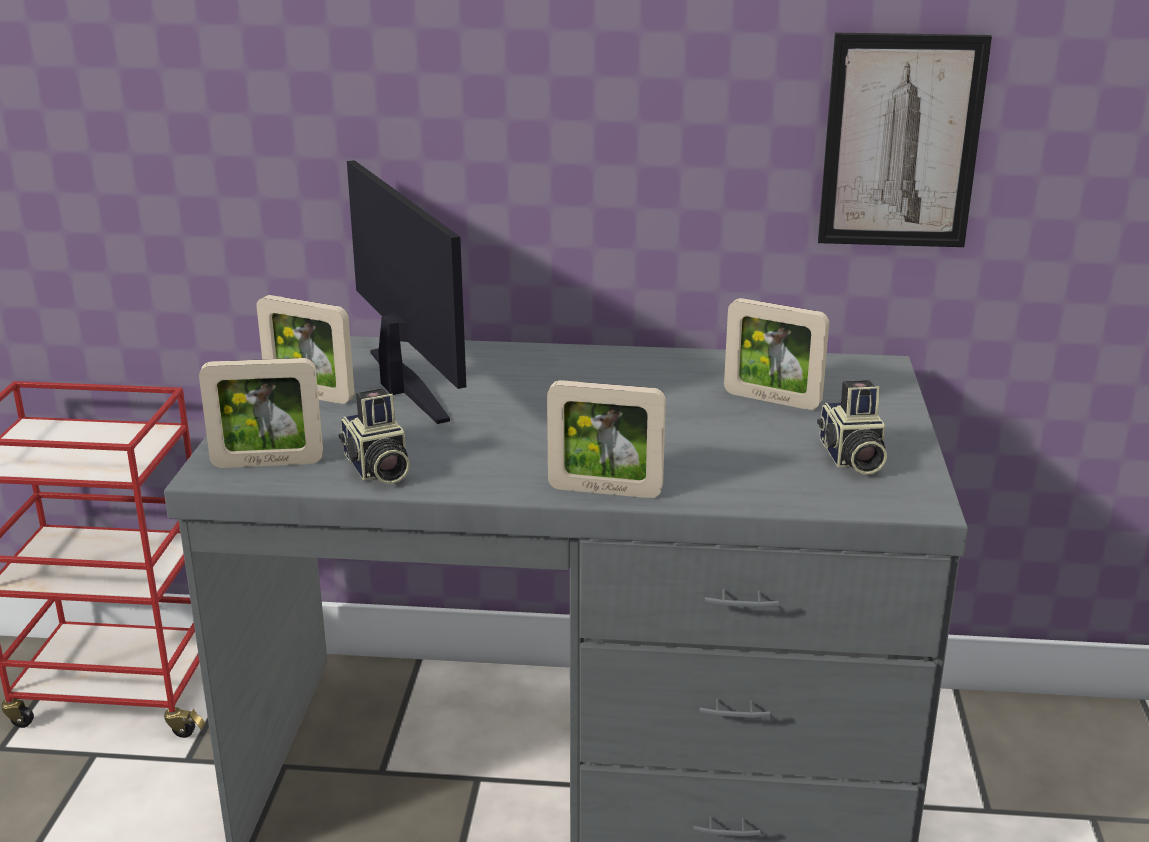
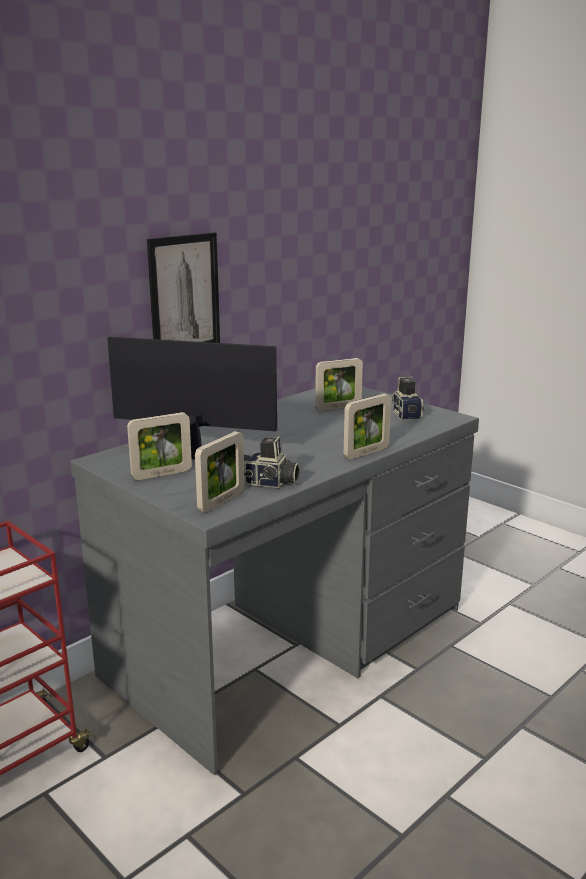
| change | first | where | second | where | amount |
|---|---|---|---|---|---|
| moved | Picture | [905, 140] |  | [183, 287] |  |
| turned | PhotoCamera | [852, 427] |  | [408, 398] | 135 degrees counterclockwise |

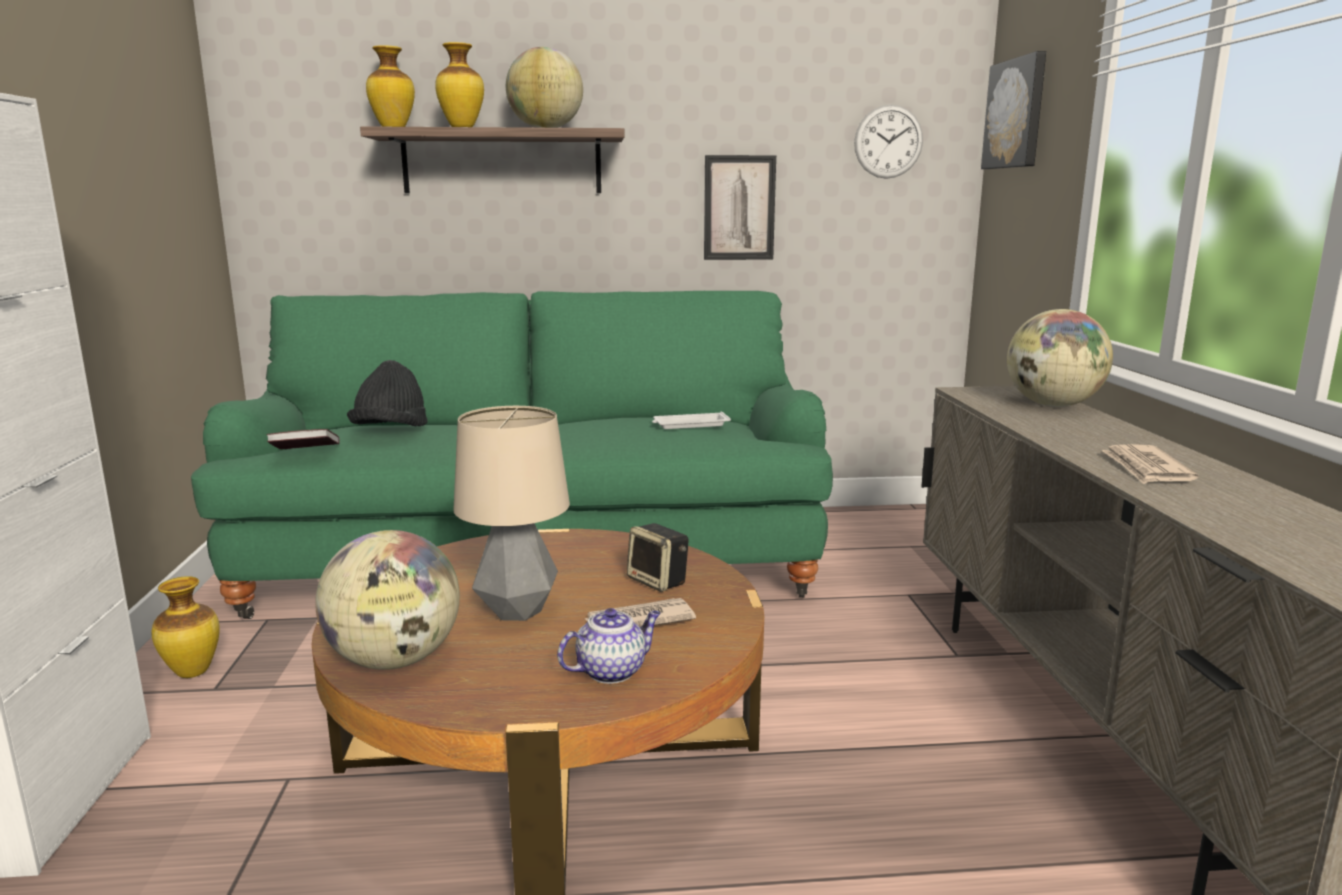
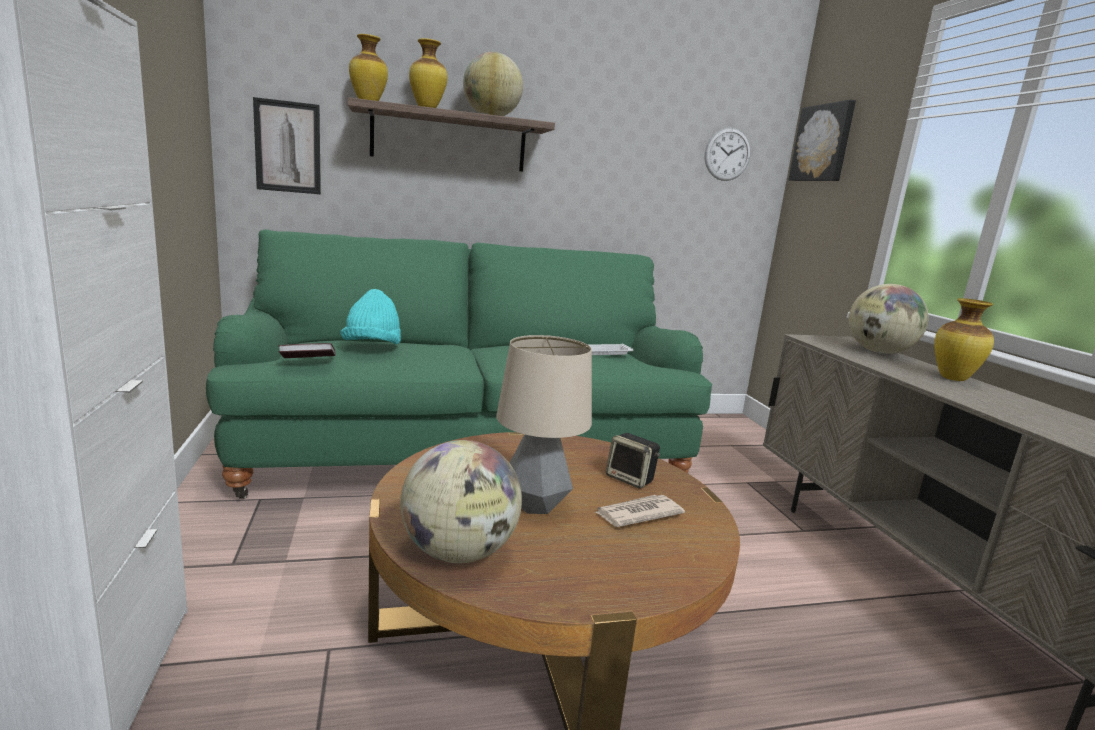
| change | first | where | second | where | amount |
|---|---|---|---|---|---|
| removed | Teapot | [609, 646] |  |  |  |
| removed | Newspaper | [1150, 464] |  |  |  |
| moved | Vase | [185, 627] |  | [964, 339] |  |
| moved | Picture | [740, 207] |  | [287, 145] |  |
| recoloured | BlackHat | [387, 393] | TurquoiseHat | [370, 316] |  |

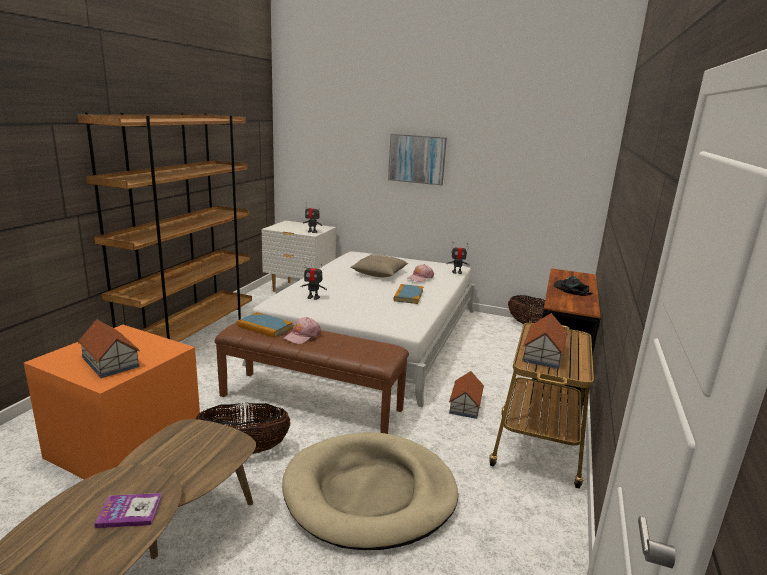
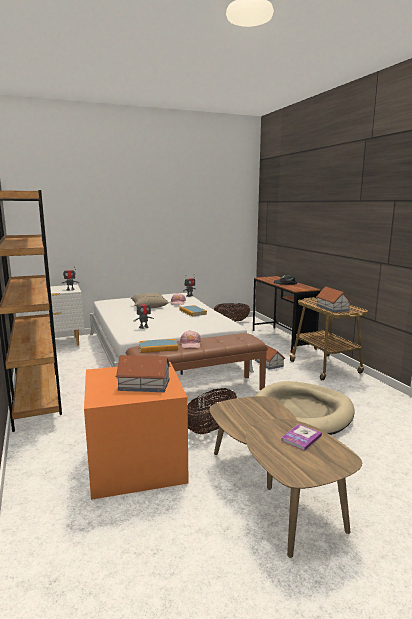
| change | first | where | second | where | amount |
|---|---|---|---|---|---|
| removed | Picture | [417, 159] |  |  |  |

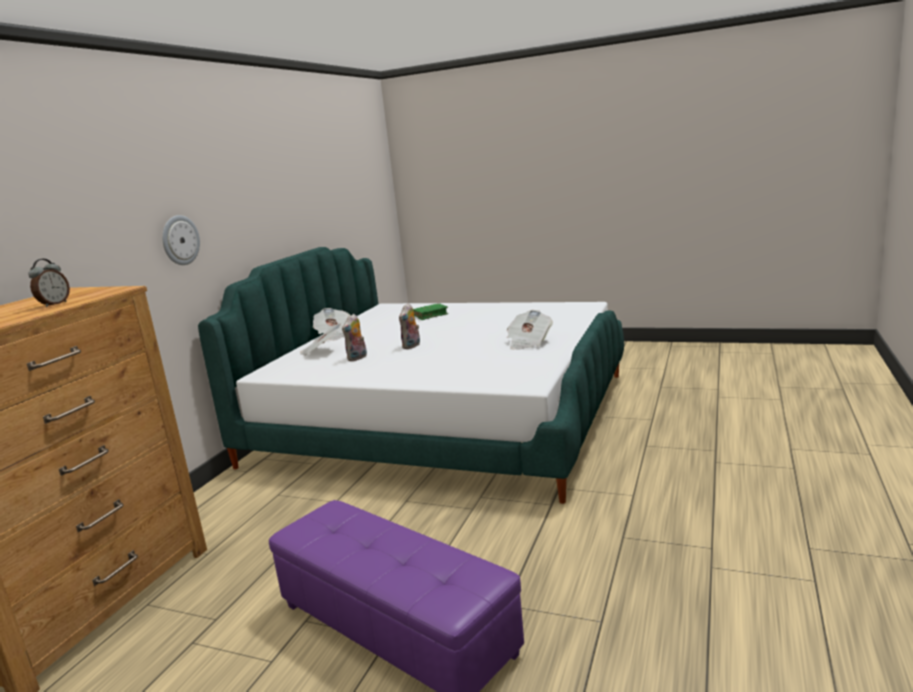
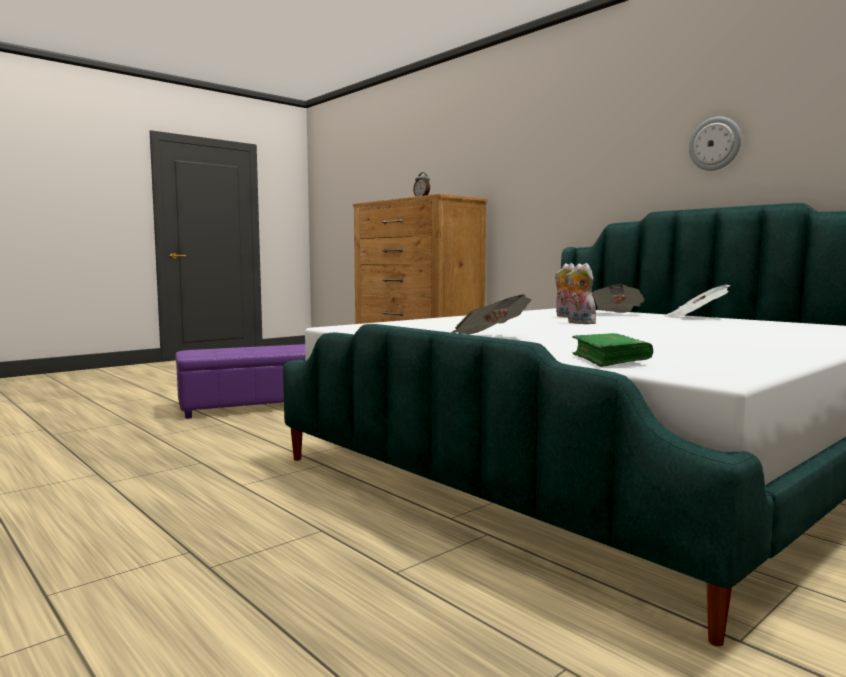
| change | first | where | second | where | amount |
|---|---|---|---|---|---|
| moved | WallClock | [181, 240] |  | [715, 144] |  |
| moved | GreenBook | [430, 311] |  | [612, 350] |  |

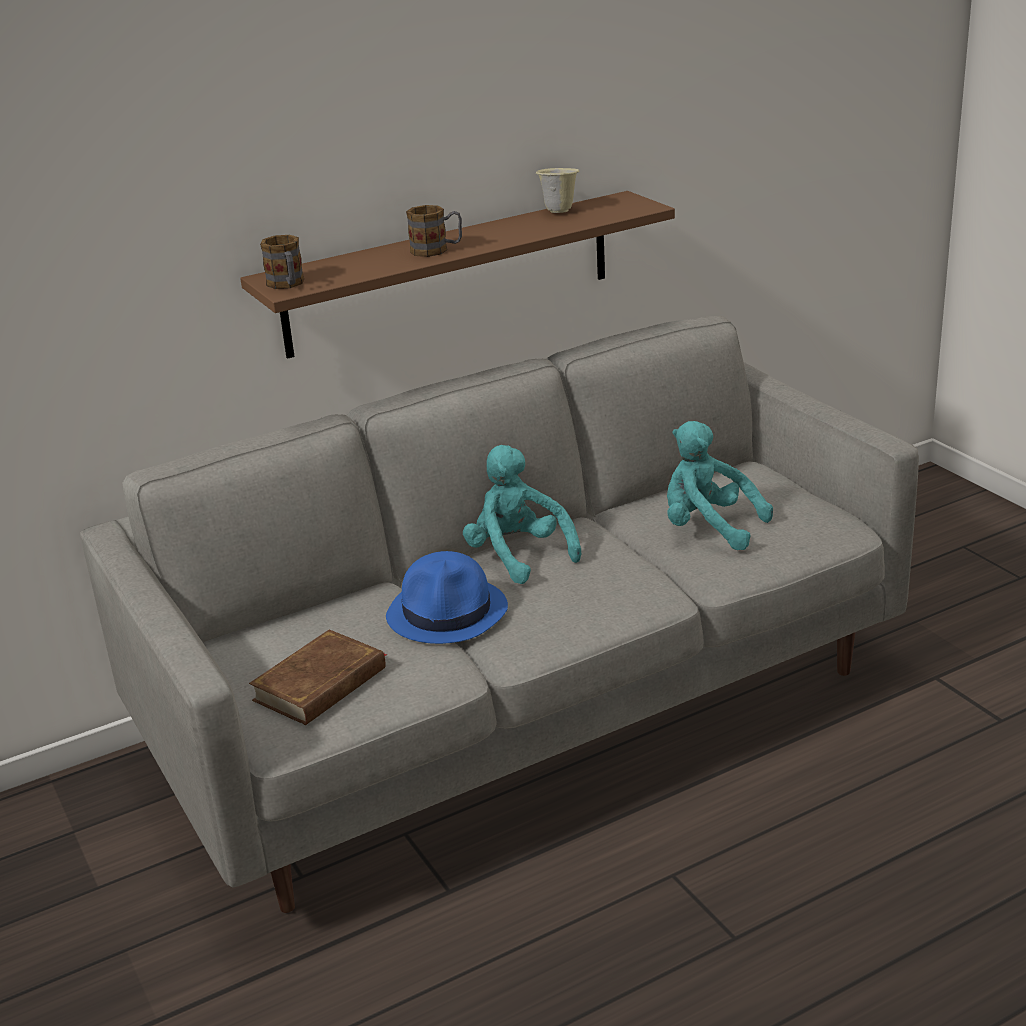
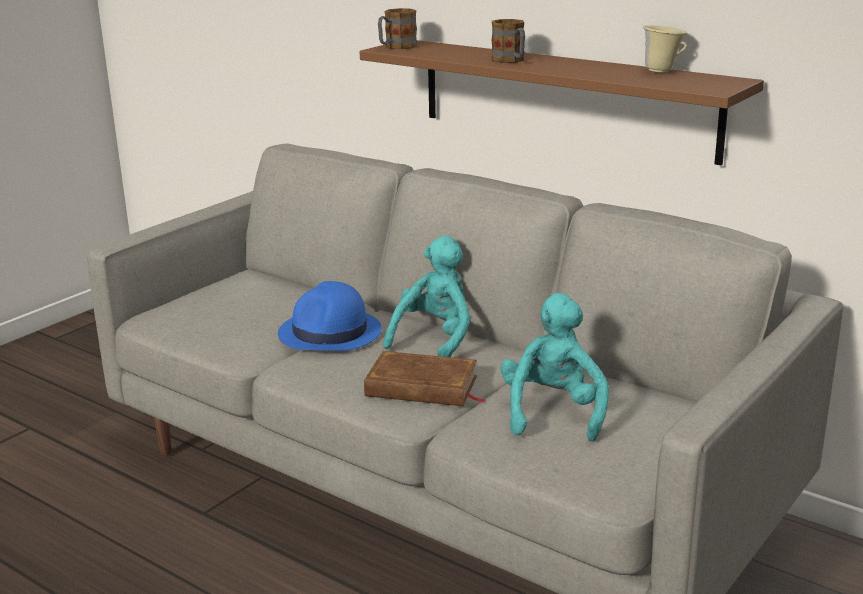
| change | first | where | second | where | amount |
|---|---|---|---|---|---|
| moved | BrownBook | [318, 677] |  | [424, 378] |  |

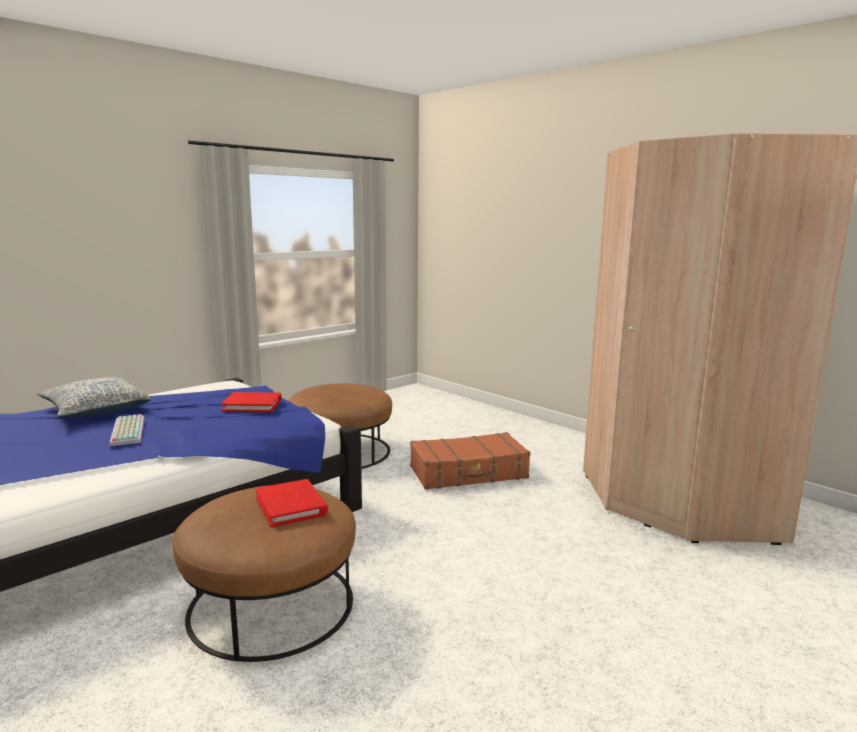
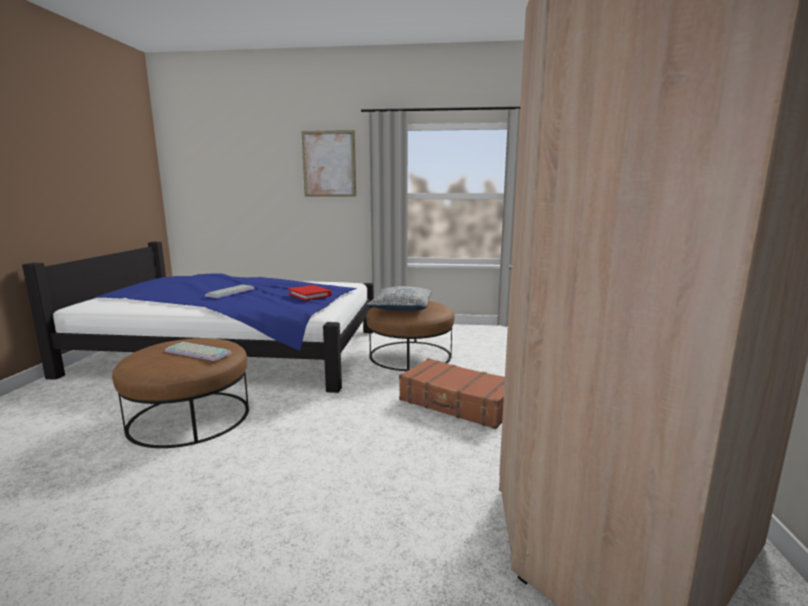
| change | first | where | second | where | amount |
|---|---|---|---|---|---|
| added |  |  | Picture | [328, 163] |  |
| moved | Pillow | [94, 397] |  | [399, 298] |  |
| replaced | RedBook | [292, 503] | Keyboard | [198, 351] |  |

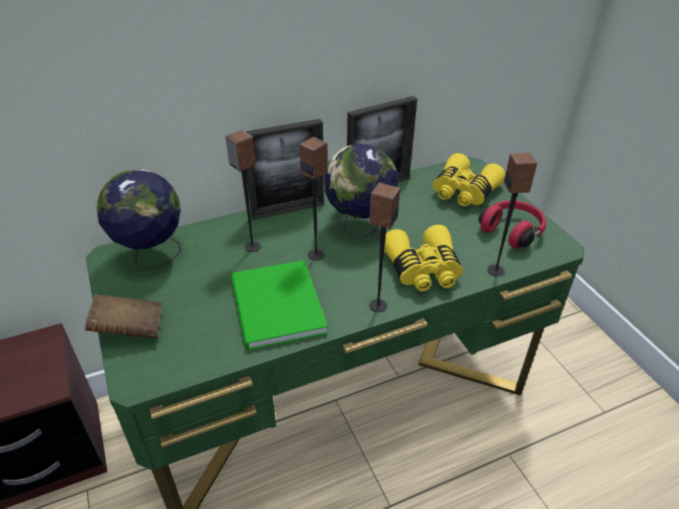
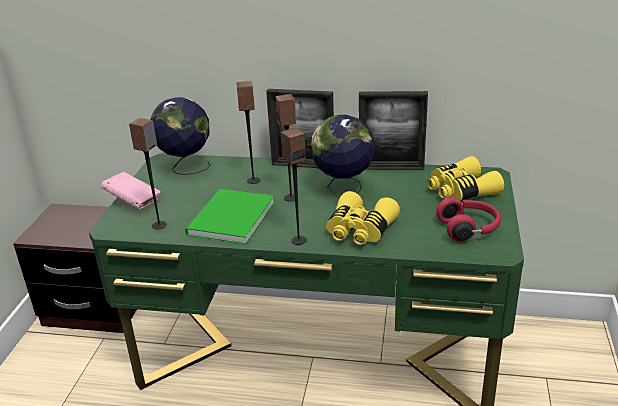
| change | first | where | second | where | amount |
|---|---|---|---|---|---|
| moved | Speaker | [512, 214] |  | [148, 173] |  |
| recoloured | BrownBook | [123, 316] | PinkBook | [131, 190] |  |

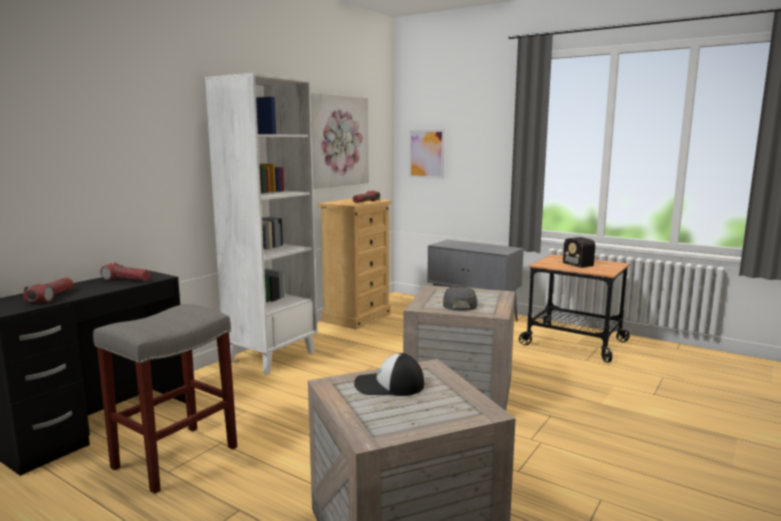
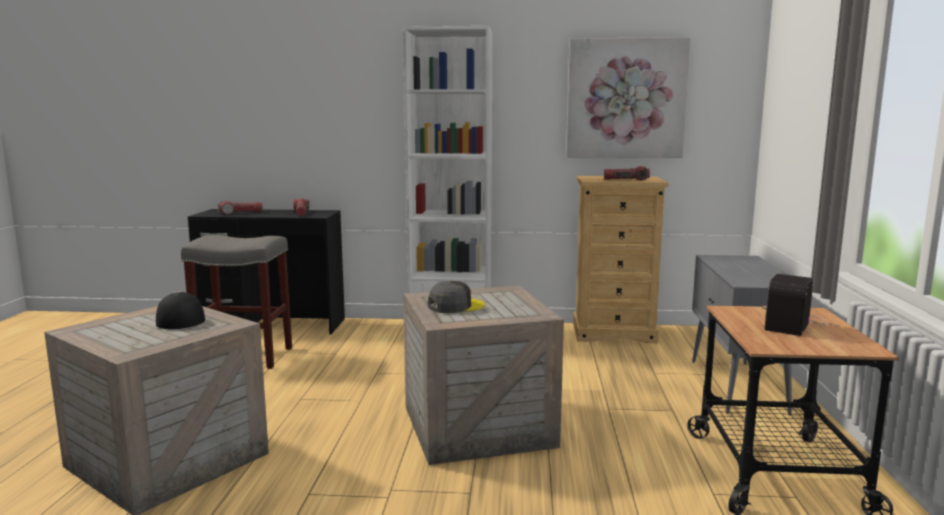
| change | first | where | second | where | amount |
|---|---|---|---|---|---|
| removed | Picture | [427, 154] |  |  |  |

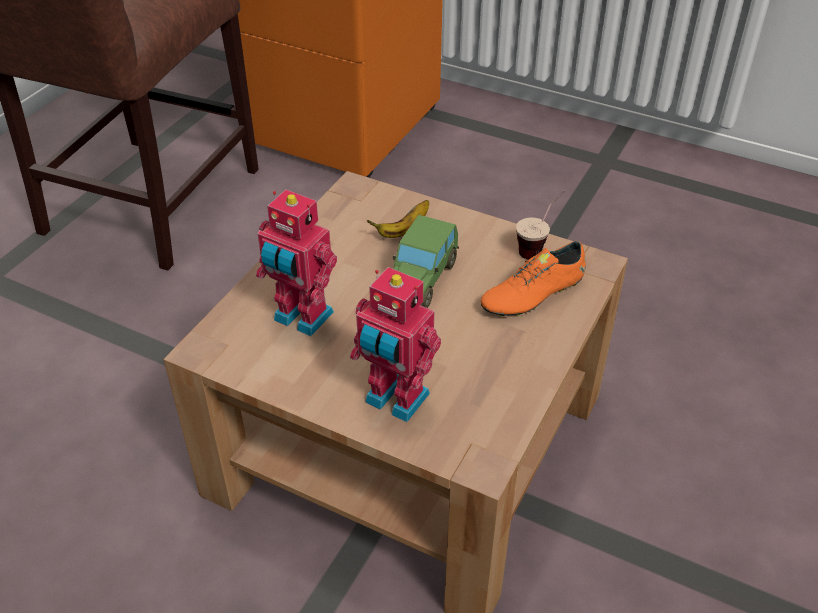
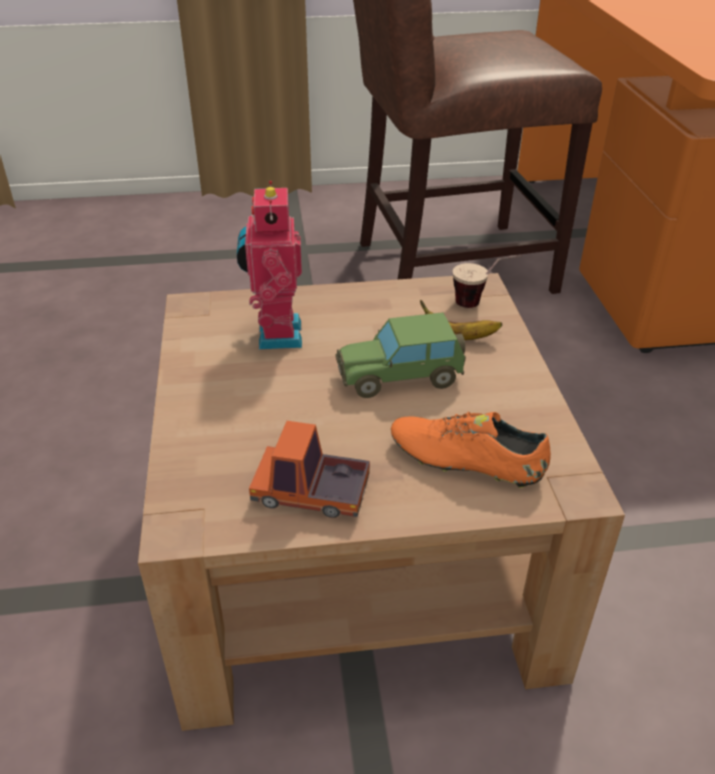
| change | first | where | second | where | amount |
|---|---|---|---|---|---|
| removed | ToyRobot | [395, 344] |  |  |  |
| added |  |  | ToyTruck | [309, 469] |  |
| moved | Cup | [540, 225] |  | [487, 281] |  |

